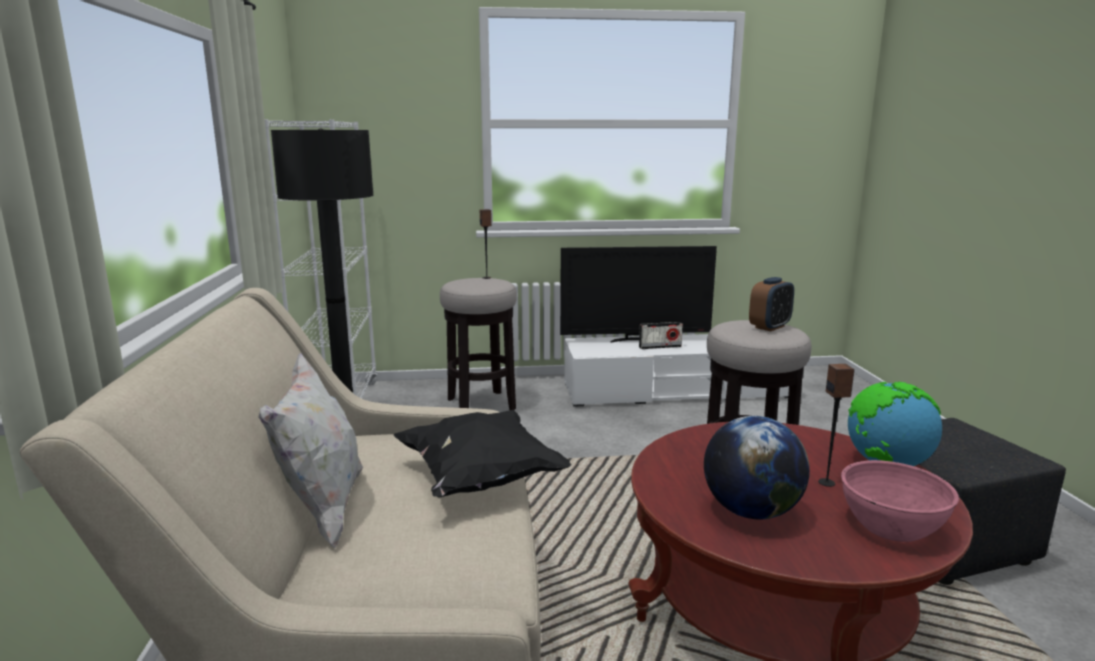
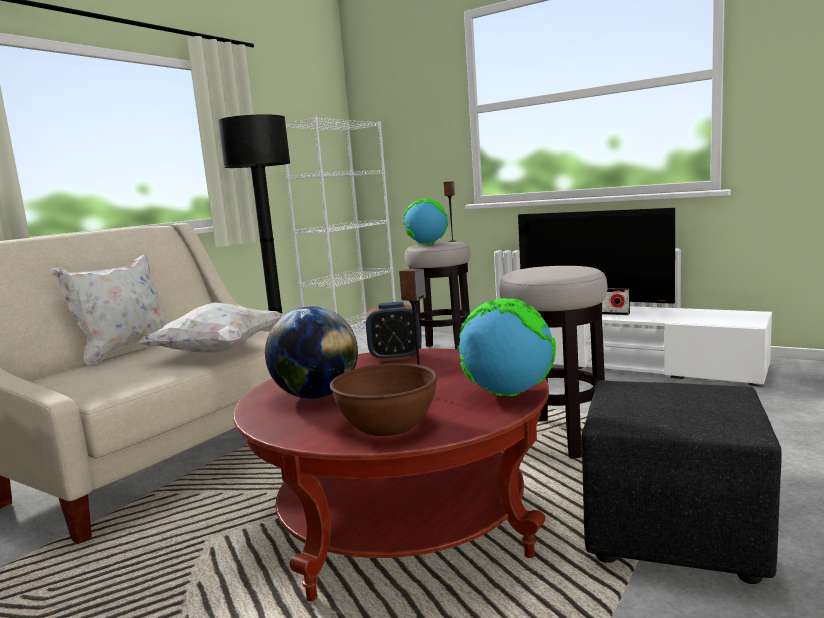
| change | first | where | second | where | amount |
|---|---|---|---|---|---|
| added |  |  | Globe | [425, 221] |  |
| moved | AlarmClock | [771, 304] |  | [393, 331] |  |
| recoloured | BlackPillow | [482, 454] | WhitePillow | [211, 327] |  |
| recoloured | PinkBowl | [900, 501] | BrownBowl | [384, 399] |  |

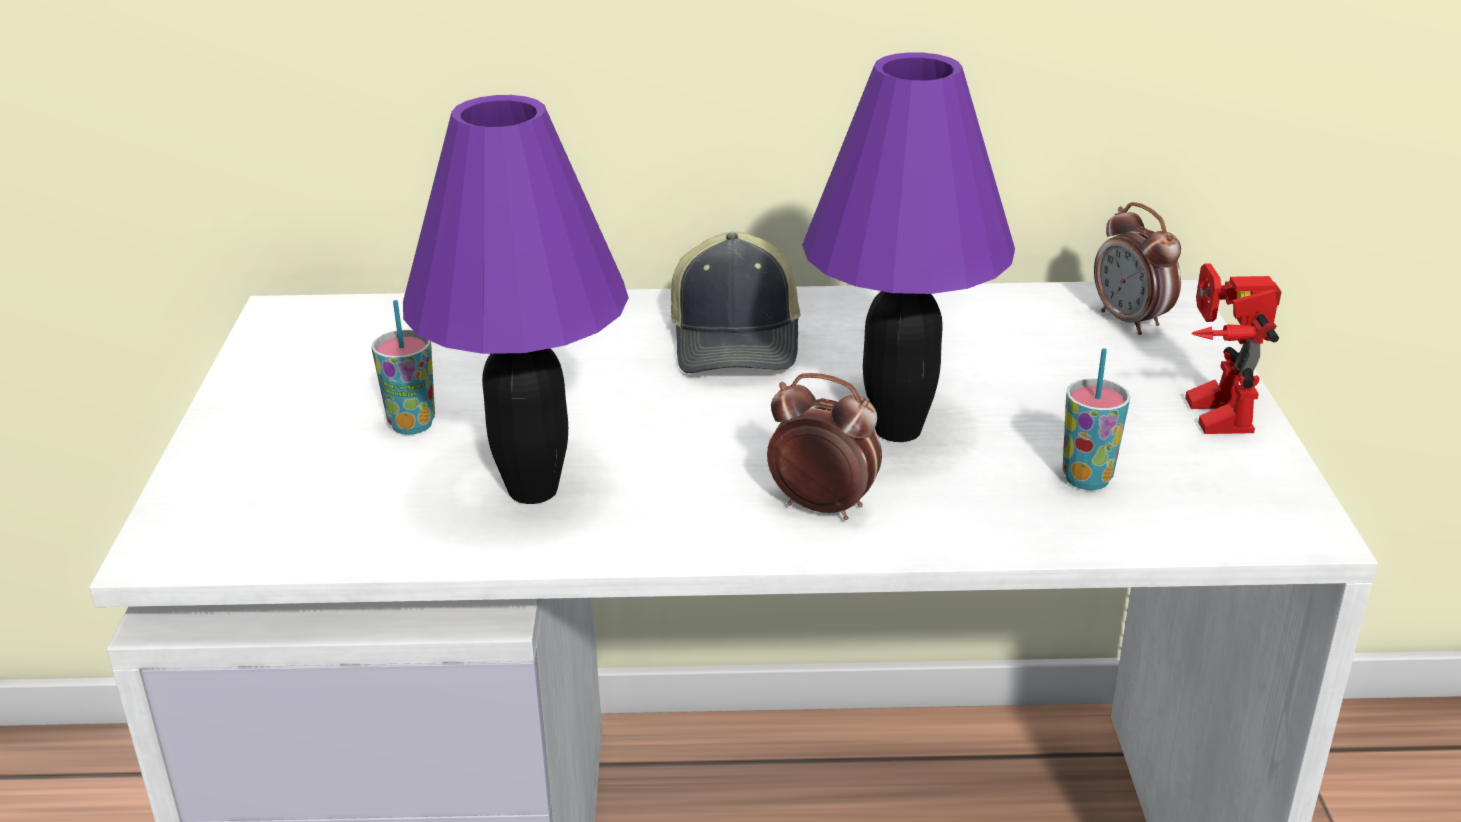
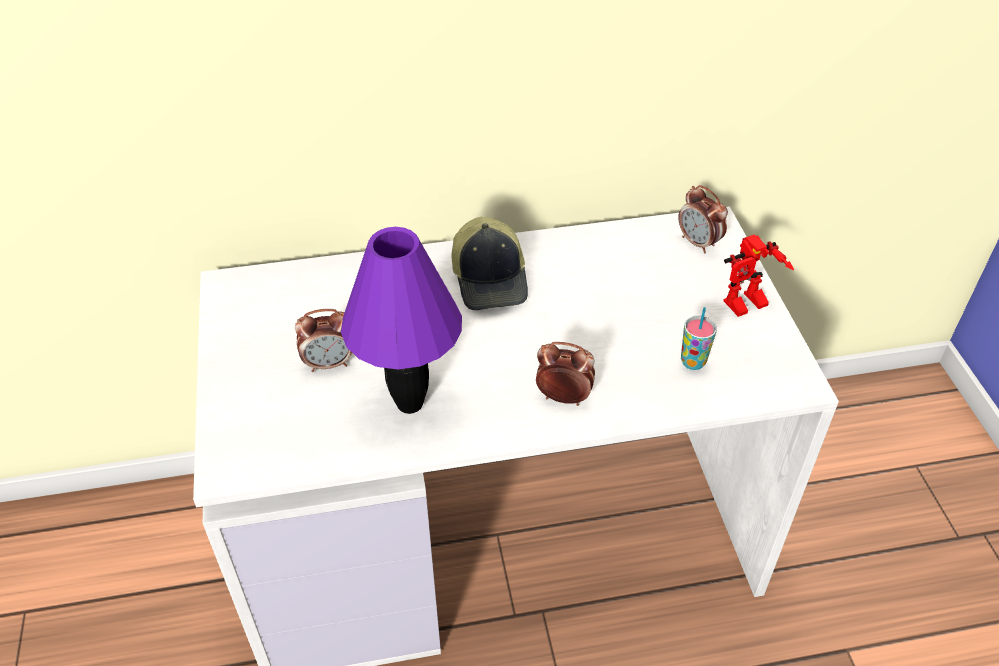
| change | first | where | second | where | amount |
|---|---|---|---|---|---|
| removed | PurpleTableLamp | [908, 247] |  |  |  |
| replaced | Cup | [403, 367] | AlarmClock | [323, 340] |  |
| turned | ToyRobot | [1233, 348] |  | [758, 275] | 105 degrees counterclockwise |

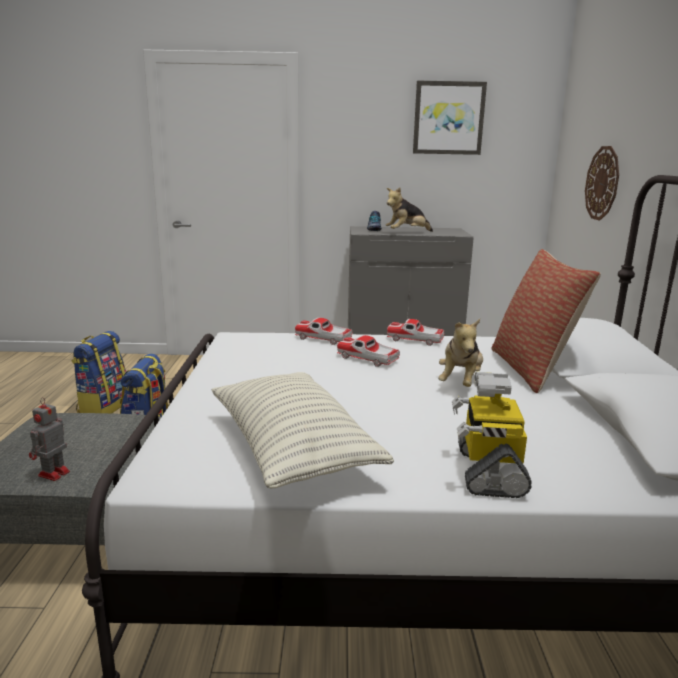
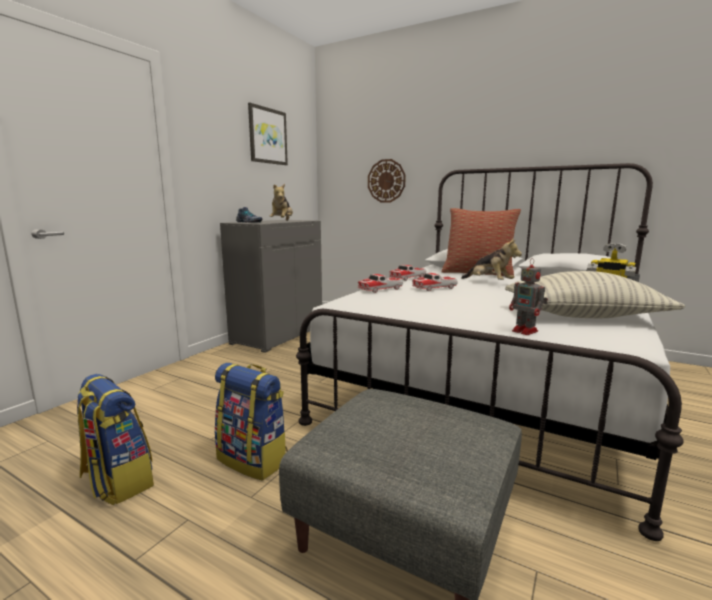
| change | first | where | second | where | amount |
|---|---|---|---|---|---|
| moved | ToyRobot | [49, 439] |  | [528, 296] |  |

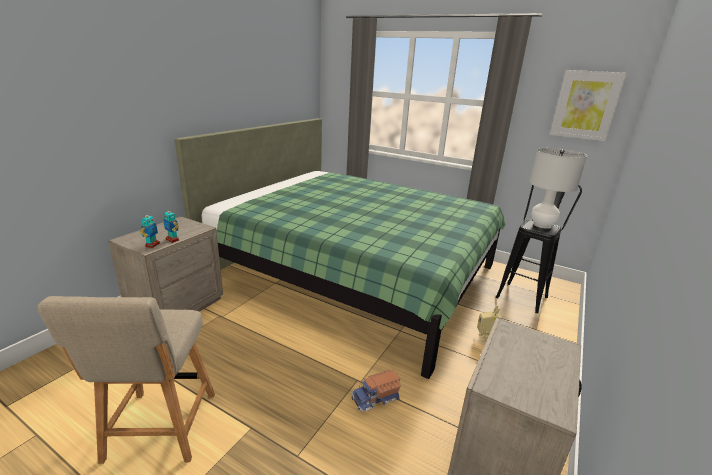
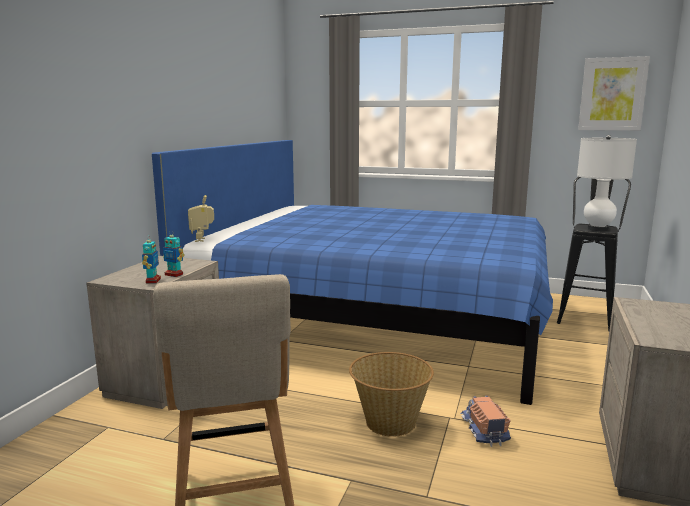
| change | first | where | second | where | amount |
|---|---|---|---|---|---|
| added |  |  | Basket | [391, 394] |  |
| moved | ToyRobot | [490, 323] |  | [201, 218] |  |
| recoloured | GreenBed | [339, 248] | BlueBed | [352, 272] |  |
| turned | ToyTruck | [376, 391] |  | [485, 421] | 120 degrees clockwise |

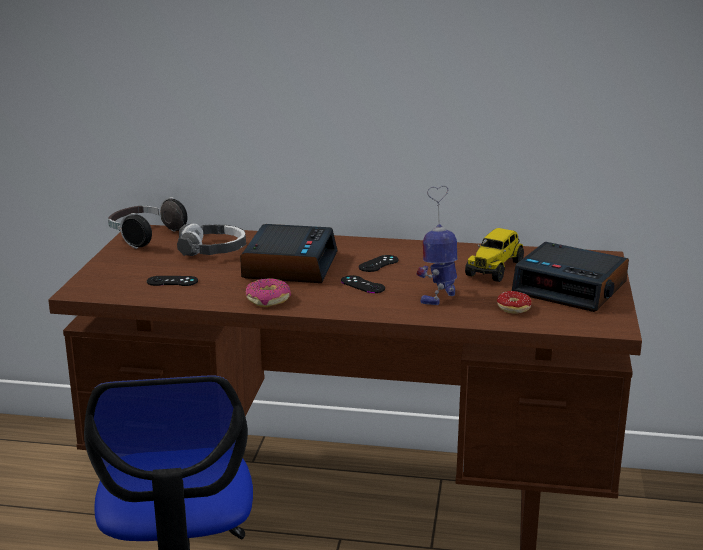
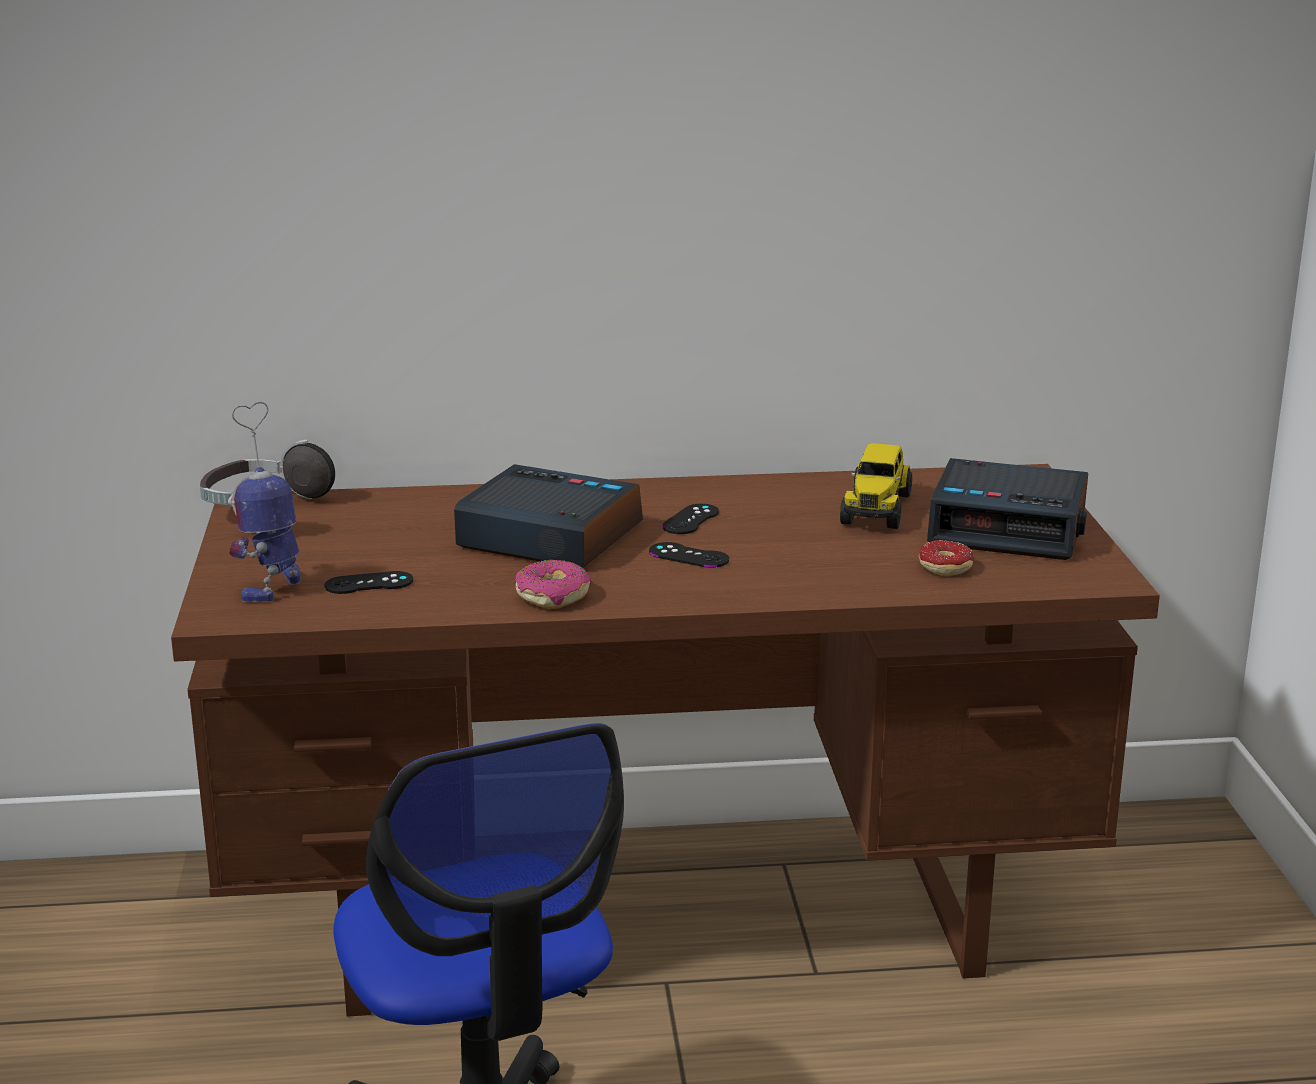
| change | first | where | second | where | amount |
|---|---|---|---|---|---|
| removed | Headphones | [211, 239] |  |  |  |
| moved | ToyRobot | [436, 245] |  | [265, 501] |  |
| turned | AlarmClock | [289, 253] |  | [548, 516] | 60 degrees counterclockwise |

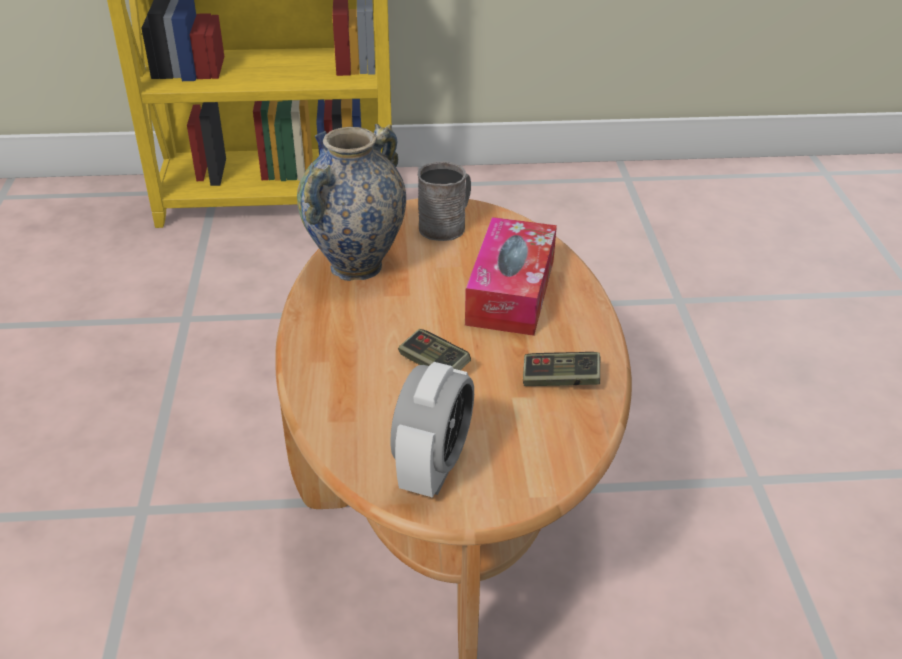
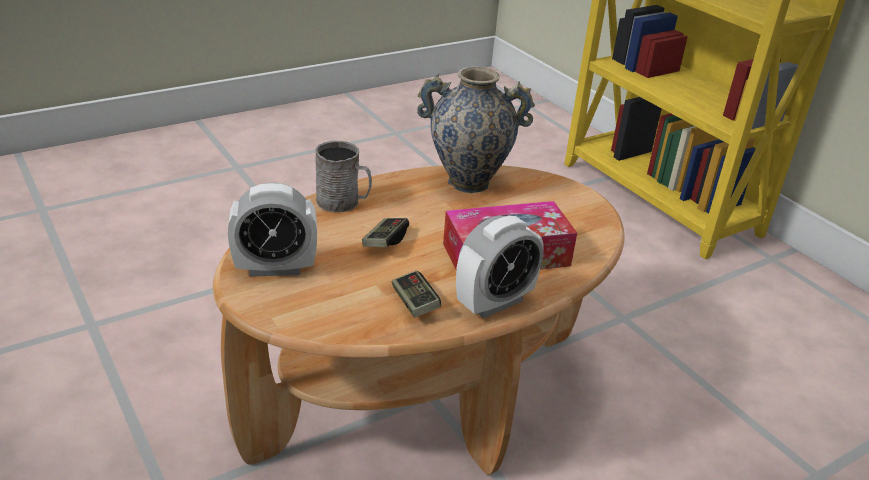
| change | first | where | second | where | amount |
|---|---|---|---|---|---|
| added |  |  | AlarmClock | [500, 266] |  |
| moved | GreyMug | [444, 201] |  | [343, 176] |  |

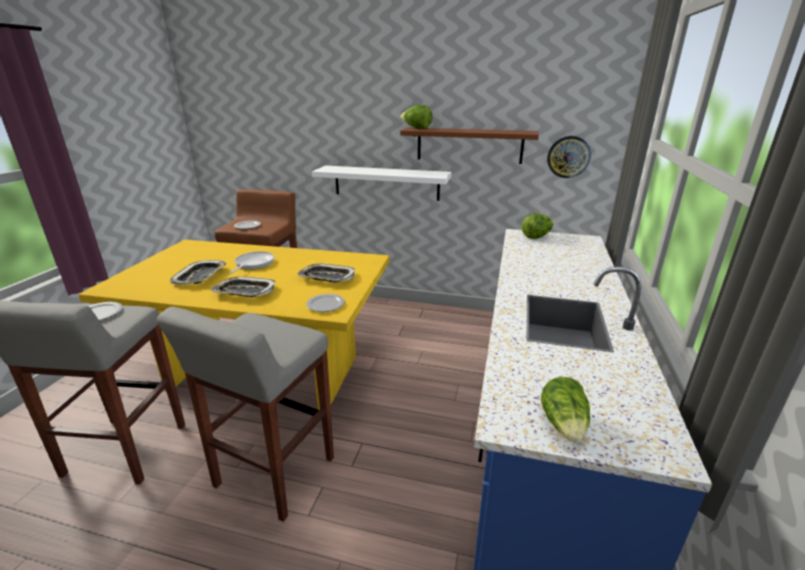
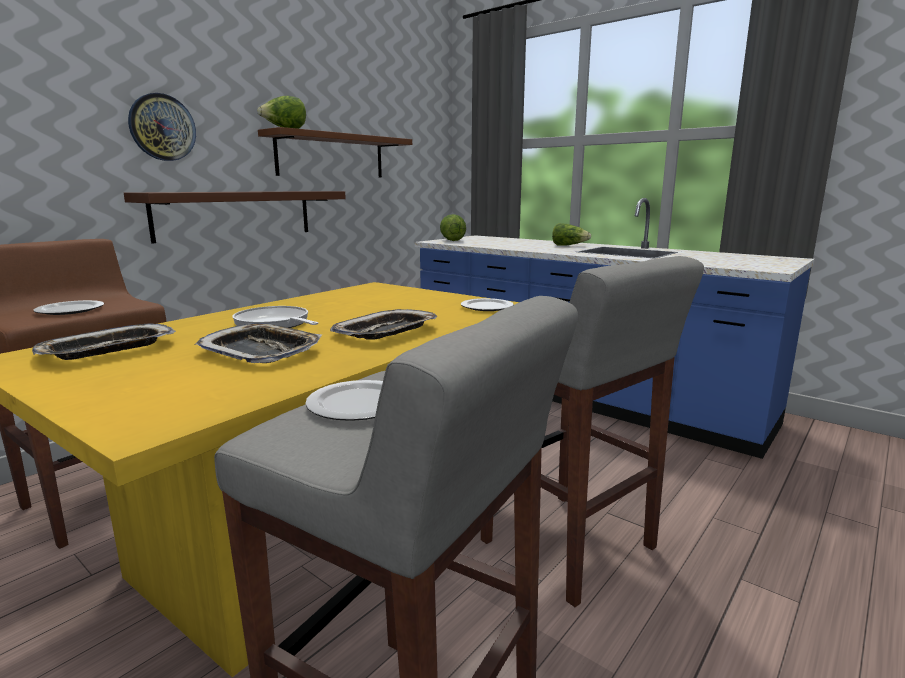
| change | first | where | second | where | amount |
|---|---|---|---|---|---|
| moved | Tray | [326, 273] |  | [104, 341] |  |
| moved | Lettuce | [565, 410] |  | [571, 234] |  |
| moved | WallClock | [569, 157] |  | [162, 127] |  |
| recoloured | WhiteShelf | [382, 183] | BrownShelf | [235, 217] |  |

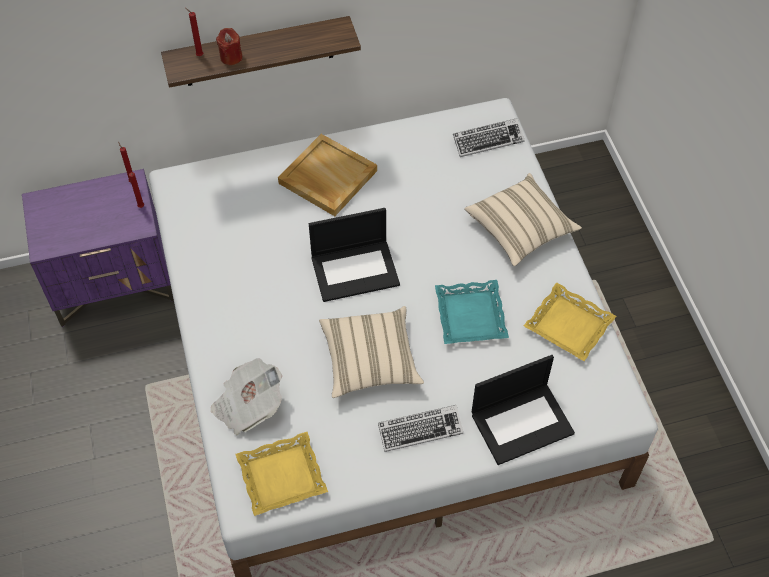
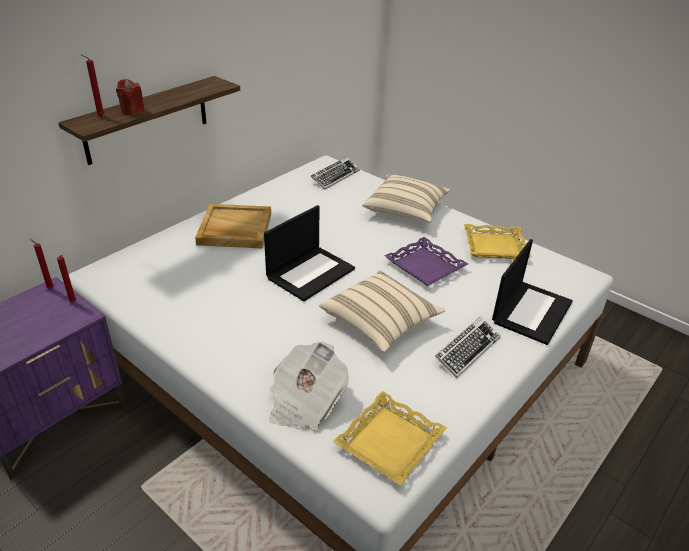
| change | first | where | second | where | amount |
|---|---|---|---|---|---|
| recoloured | TurquoiseTray | [472, 312] | PurpleTray | [426, 261] |  |

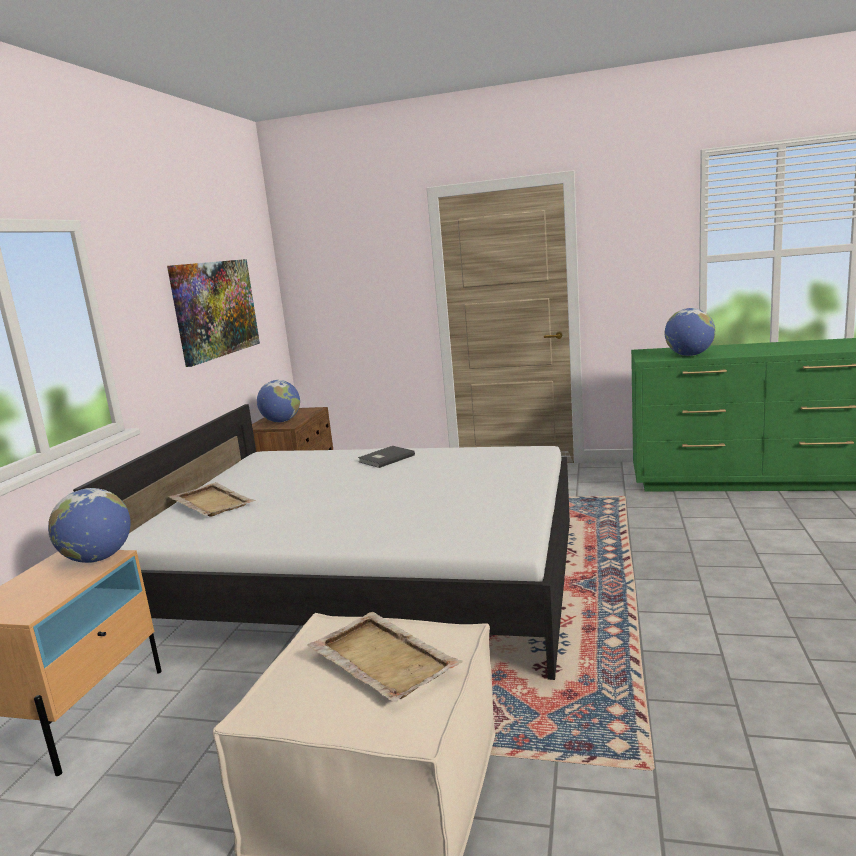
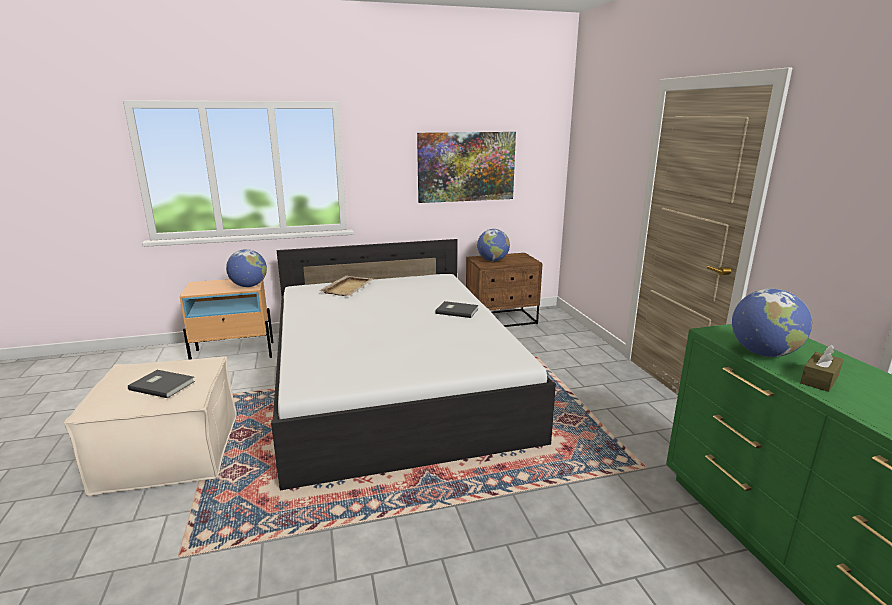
| change | first | where | second | where | amount |
|---|---|---|---|---|---|
| added |  |  | BrownTissueBox | [821, 368] |  |
| replaced | BeigeTray | [385, 657] | GreyBook | [161, 384] |  |

